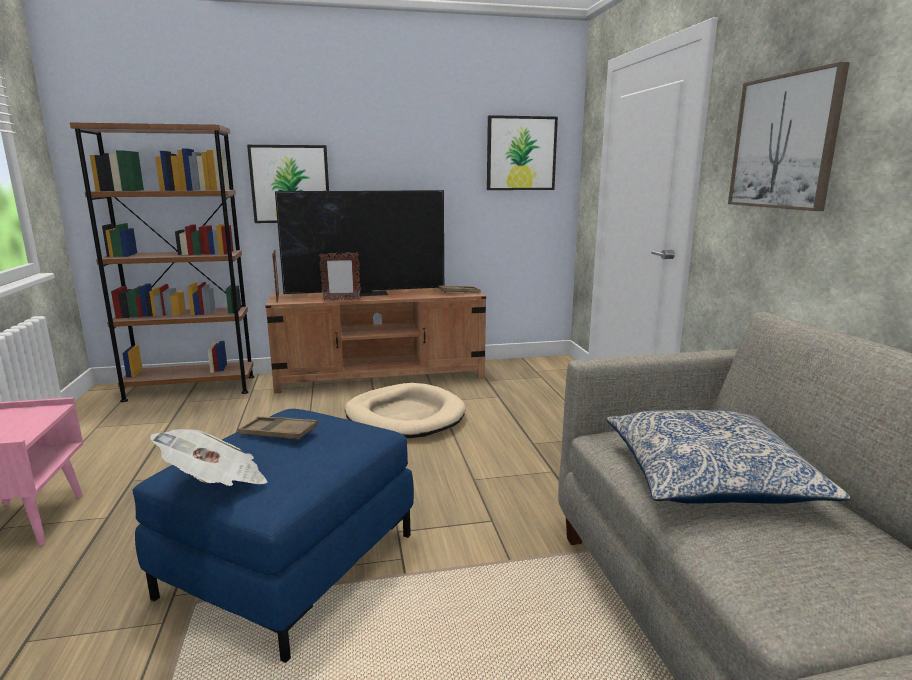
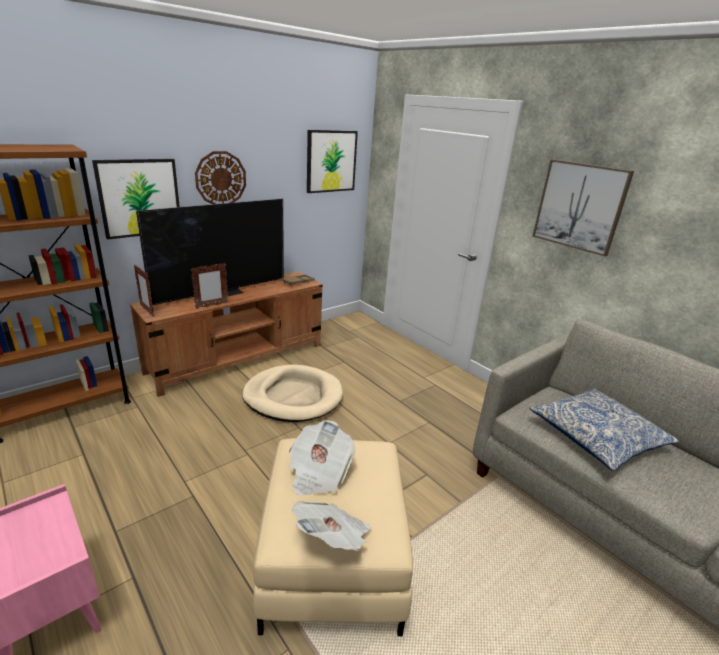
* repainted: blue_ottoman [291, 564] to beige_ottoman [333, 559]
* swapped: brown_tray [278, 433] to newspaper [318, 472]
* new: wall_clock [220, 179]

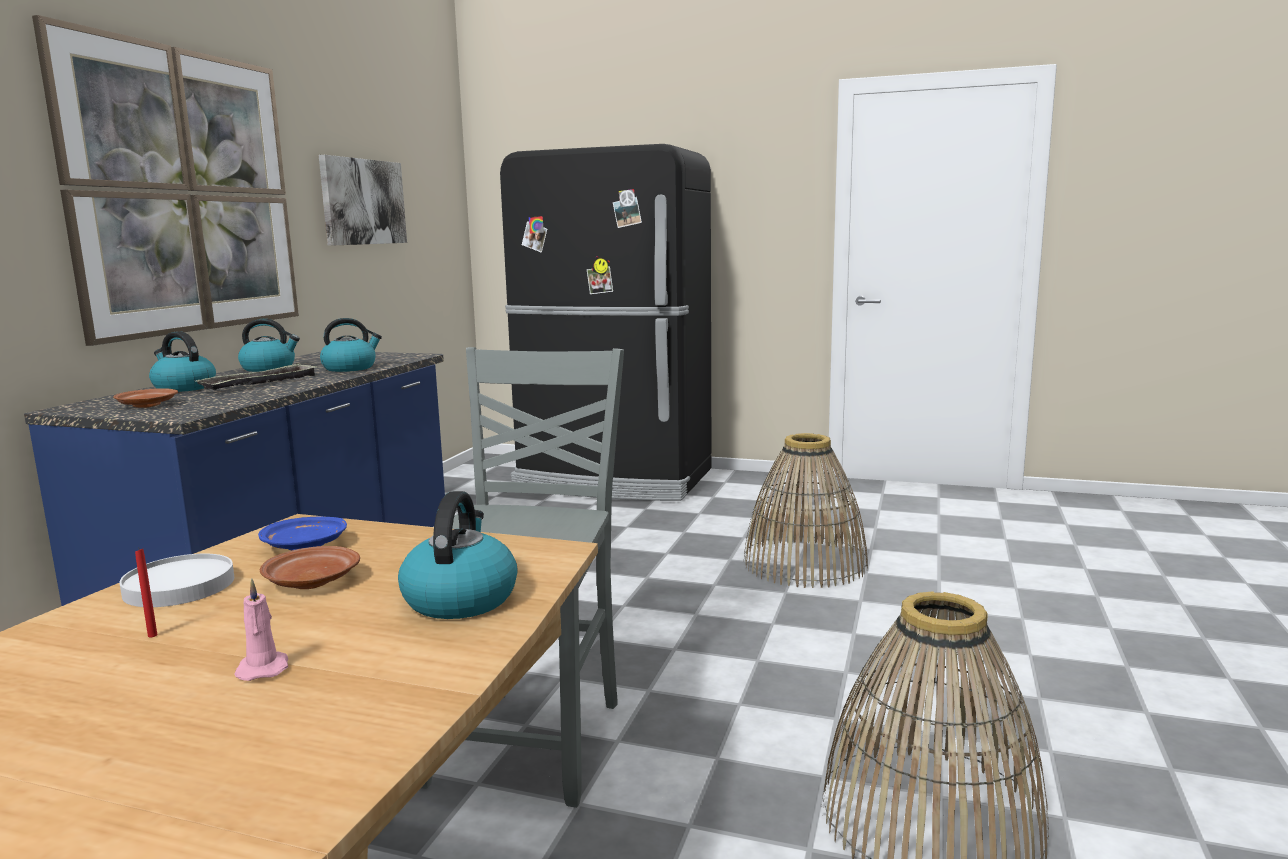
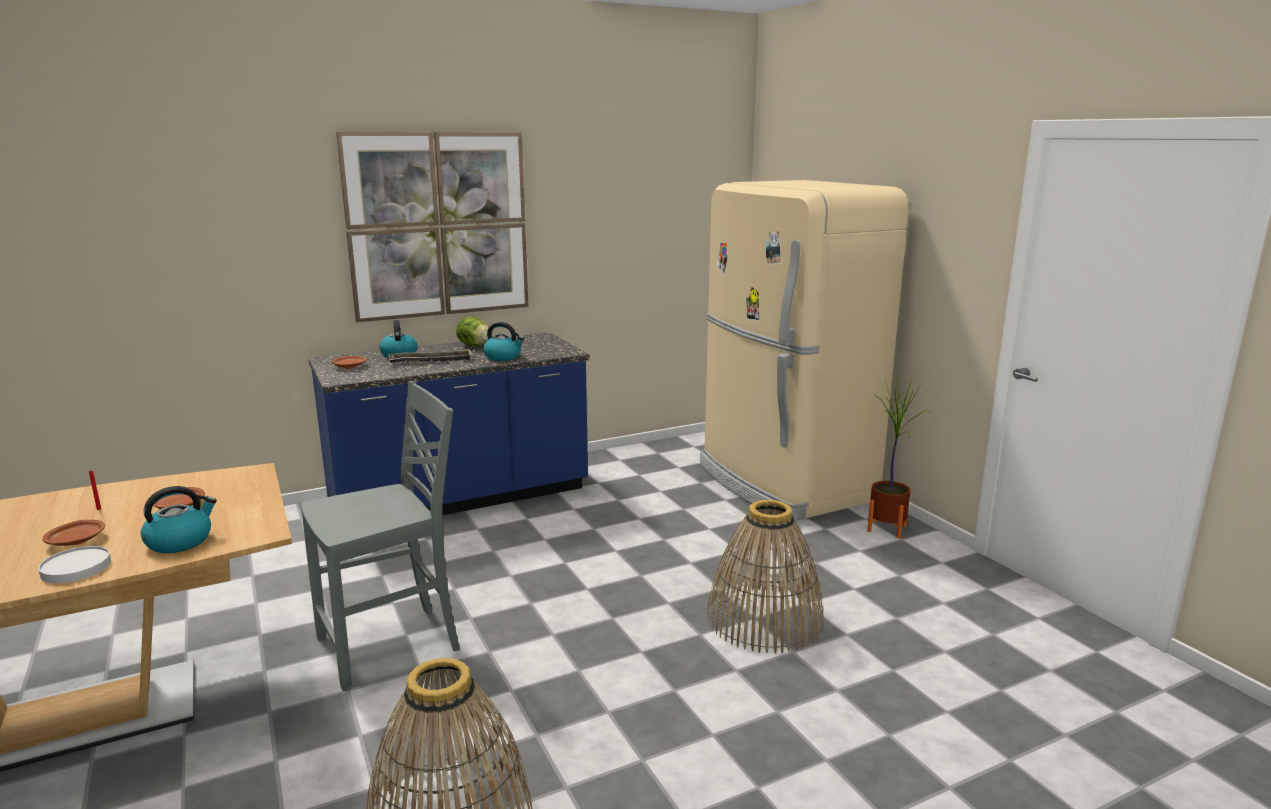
* repainted: black_fridge [614, 480] to beige_fridge [783, 483]
* gone: picture [363, 202]
* swapped: kettle [269, 368] to lettuce [474, 345]
* gone: blue_plate [306, 546]
* shifted: white_plate [179, 586] to [75, 568]
* swapped: pink_candle [263, 668] to brown_plate [77, 541]
* new: potted_plant [887, 529]

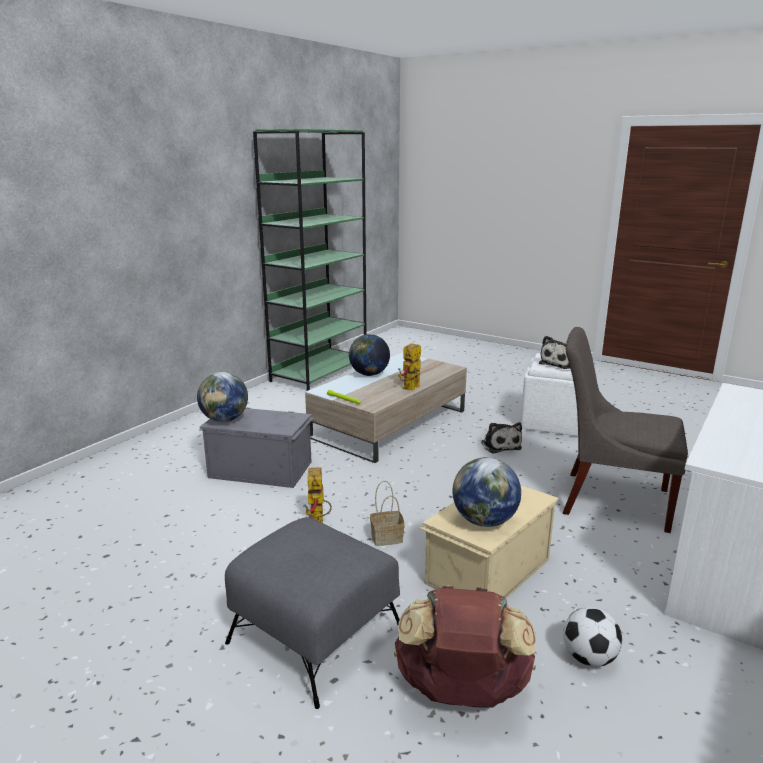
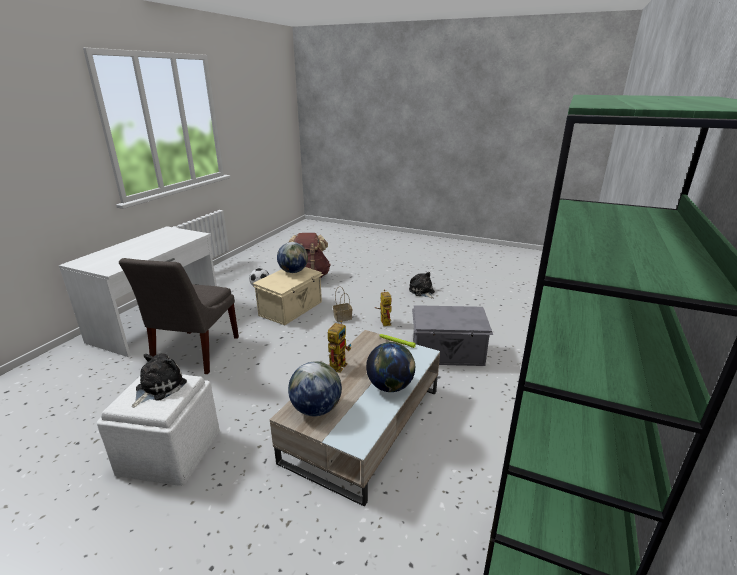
* rotated: grey_chair [609, 499] = [194, 353] 90 degrees clockwise
* shifted: globe [225, 420] to [316, 409]
* shifted: plush_toy [500, 445] to [422, 292]
* gone: grey_ottoman [315, 634]

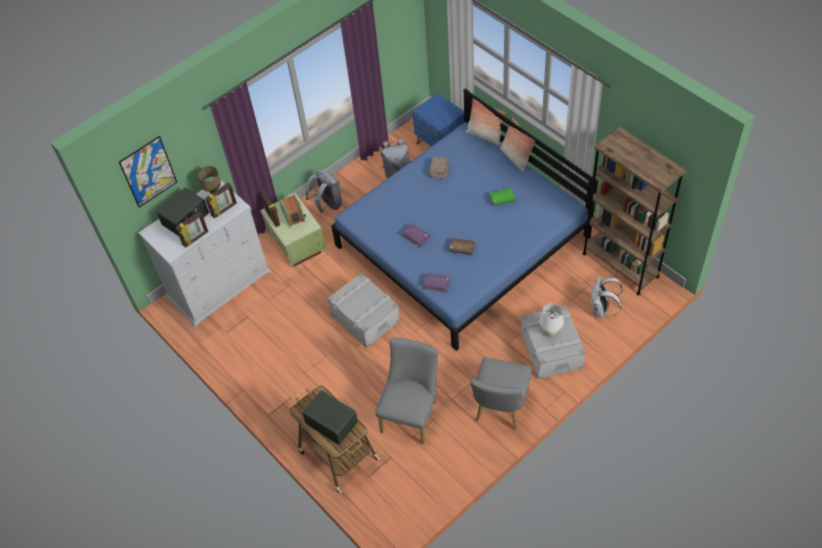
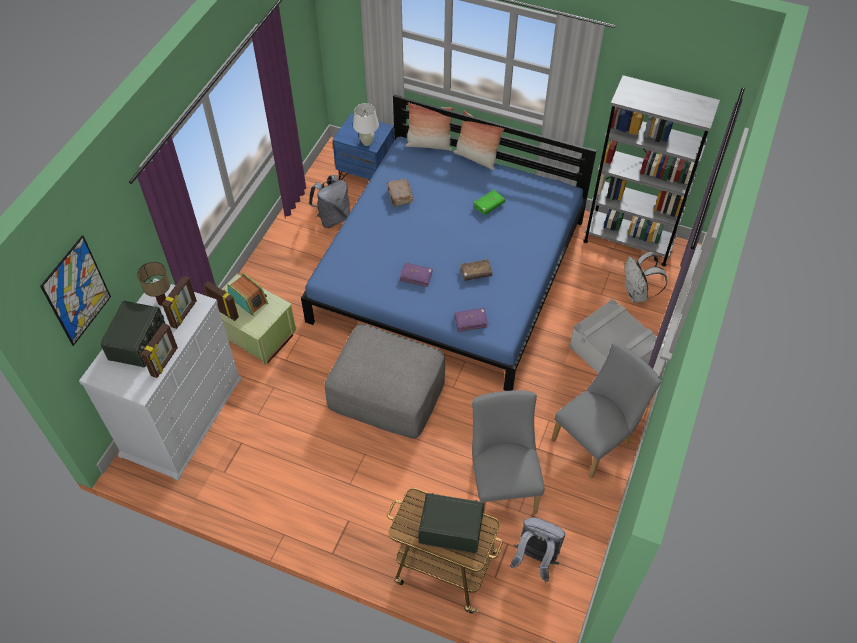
* repainted: brown_bookcase [620, 265] to grey_bookcase [628, 241]
* shifted: grey_backpack [327, 205] to [535, 559]
* swapped: grey_storage_box [365, 318] to grey_ottoman [387, 393]
* shifted: white_table_lamp [550, 333] to [367, 142]
* rotated: grey_chair [500, 409] = [596, 439] 120 degrees counterclockwise

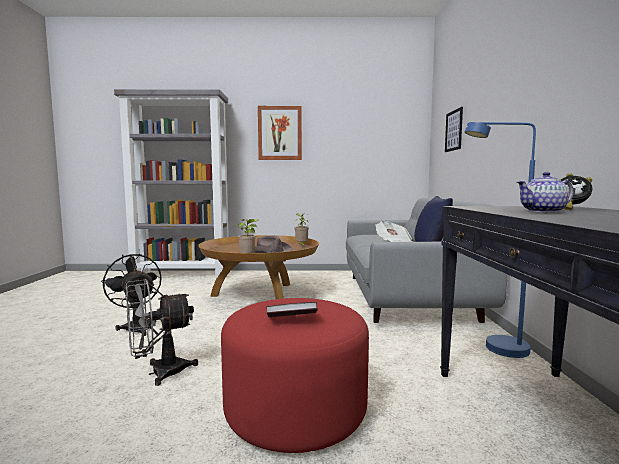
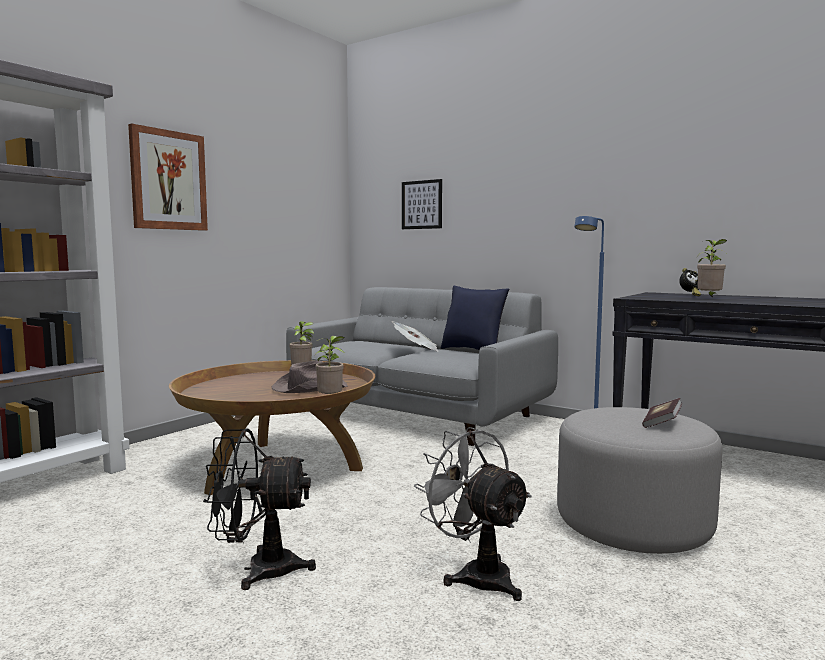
* swapped: teapot [544, 211] to potted_plant [710, 298]
* rotated: grey_fan [159, 373] = [476, 575] 135 degrees clockwise
* repainted: red_ottoman [295, 410] to grey_ottoman [633, 523]

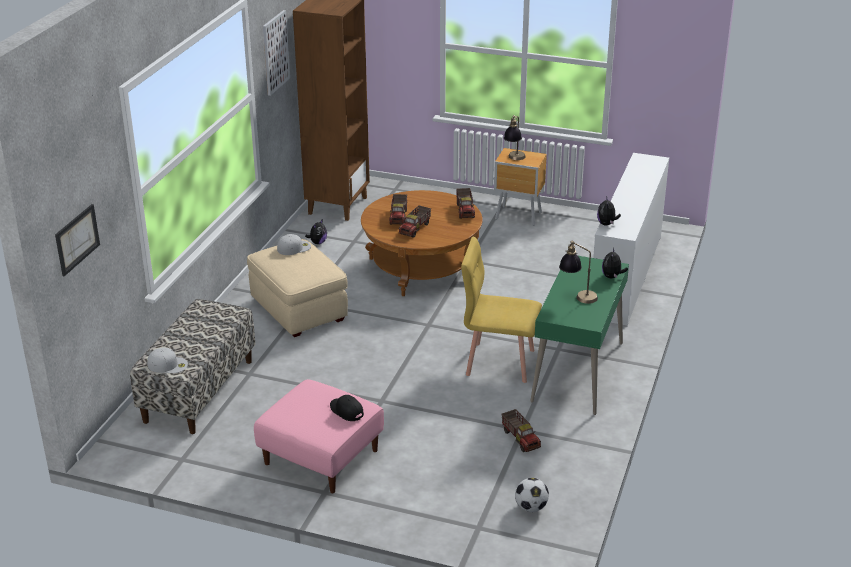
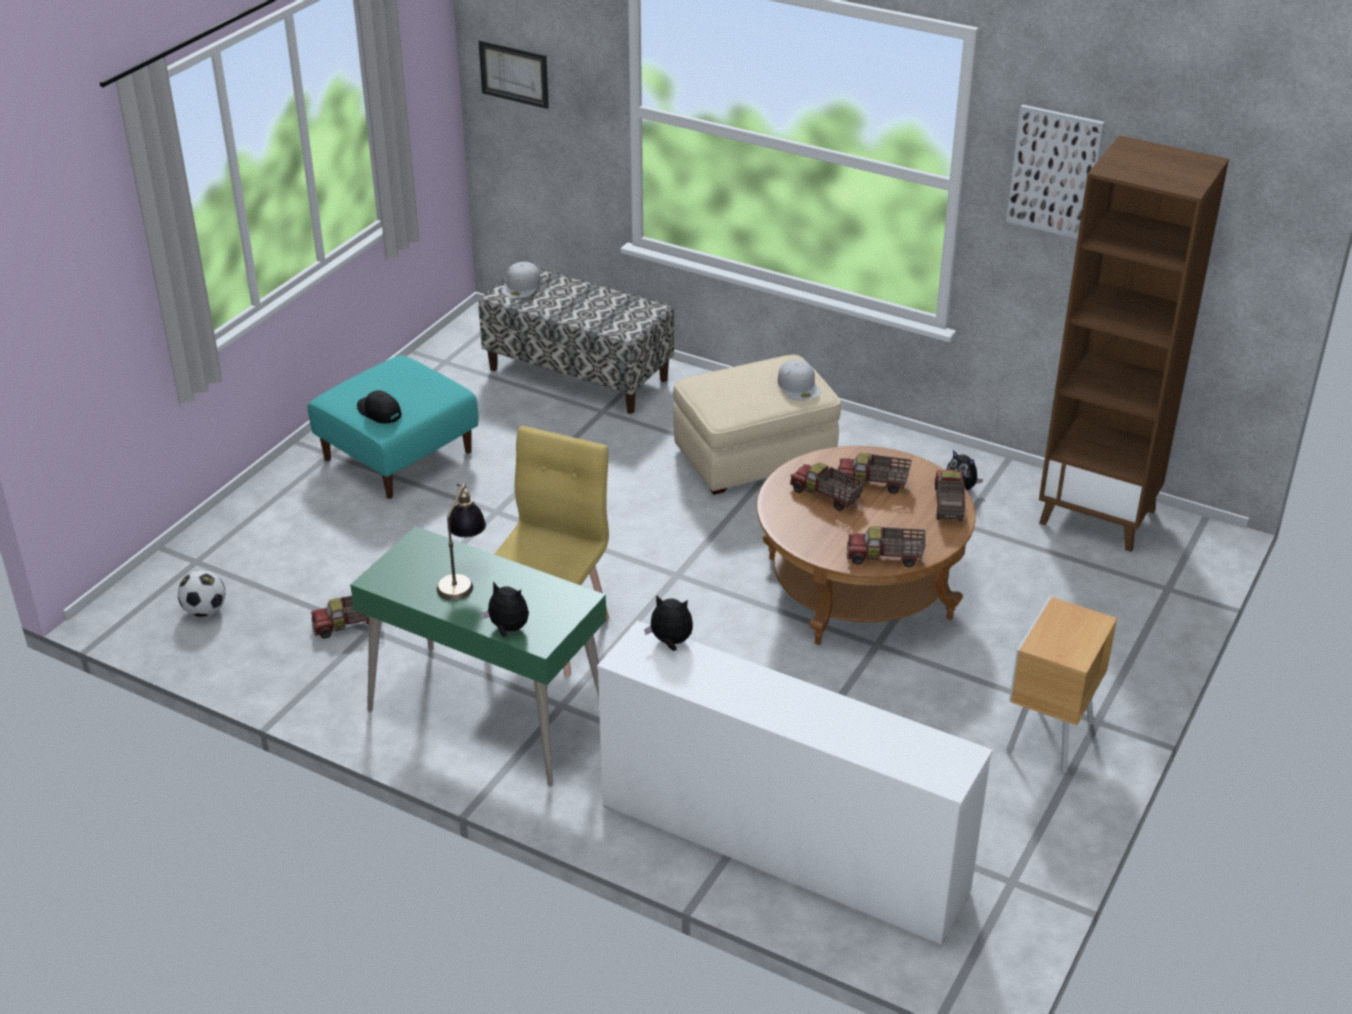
* gone: table_lamp [514, 159]
* repainted: pink_ottoman [322, 457] to turquoise_ottoman [398, 456]
* rotated: black_cap [346, 411] = [379, 412] 105 degrees counterclockwise
* new: toy_truck [948, 505]

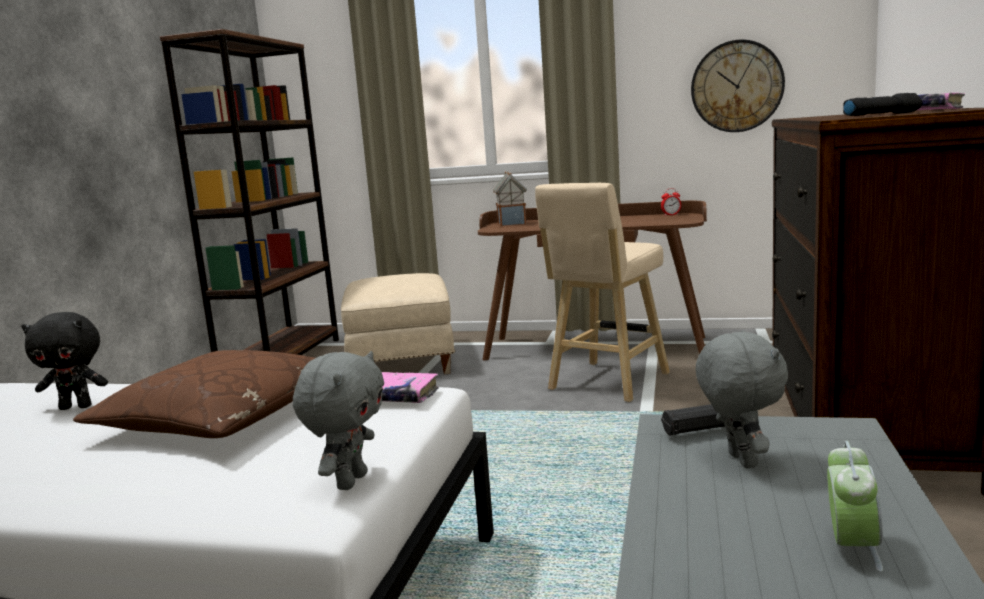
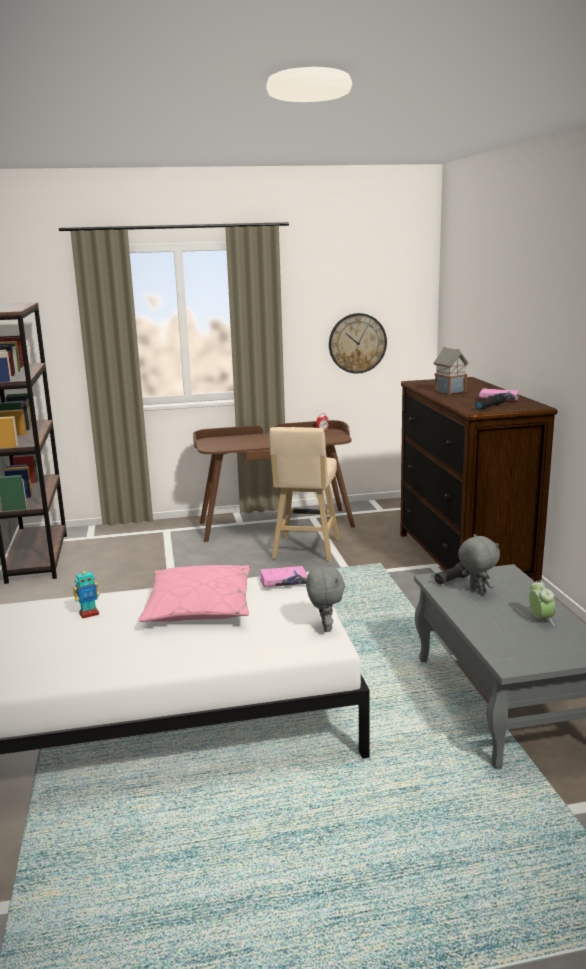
* shifted: toy_house [511, 223] to [449, 391]
* gone: beige_ottoman [400, 361]
* swapped: black_plush_toy [77, 407] to toy_robot [89, 614]
* repainted: brown_pillow [223, 417] to pink_pillow [199, 606]

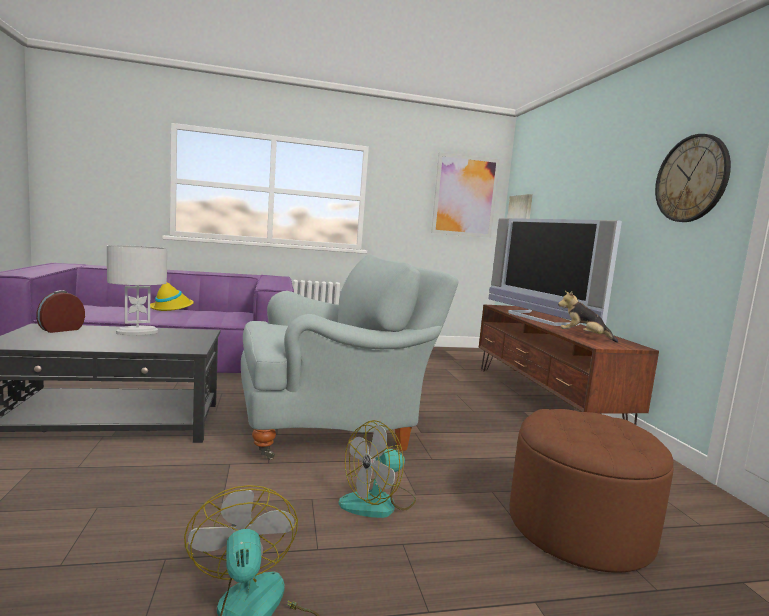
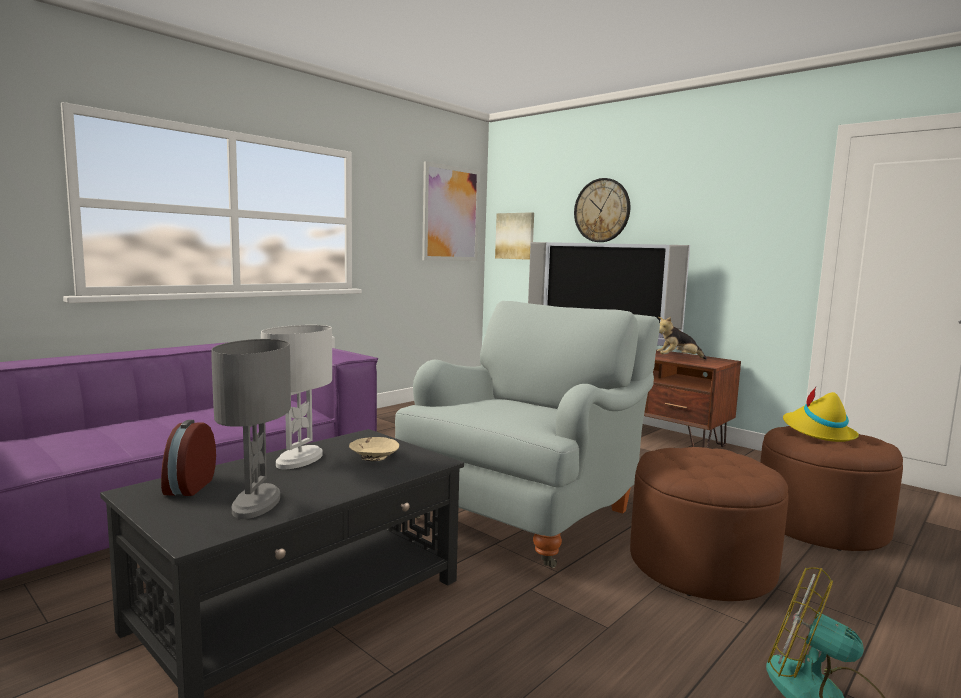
* shifted: wall_clock [691, 179] to [602, 210]
* shifted: yellow_hat [171, 308] to [817, 432]
* swapped: fan [378, 502] to brown_ottoman [701, 565]
* new: grey_table_lamp [257, 504]
* new: beige_bowl [373, 456]

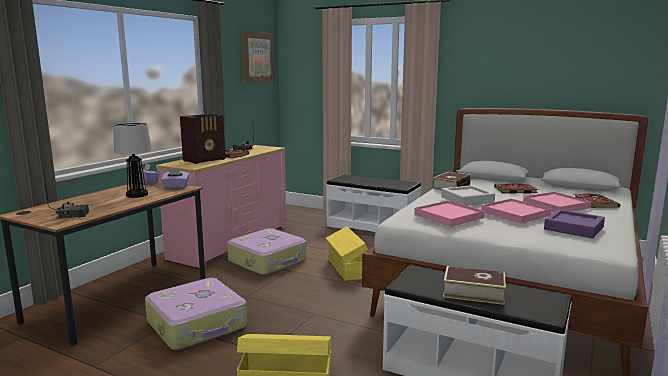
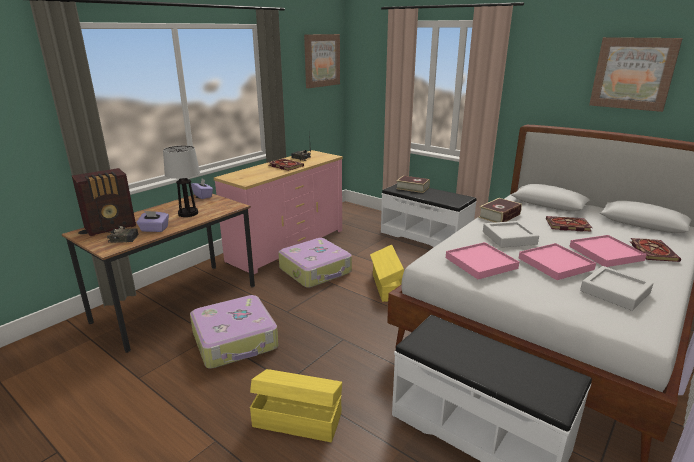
* shifted: radio [205, 160] to [111, 227]
* shifted: purple_tissue_box [176, 187] to [154, 229]
* repainted: purple_tray [573, 228] to grey_tray [615, 292]
* shifted: book [473, 292] to [412, 188]
* new: picture [633, 73]

